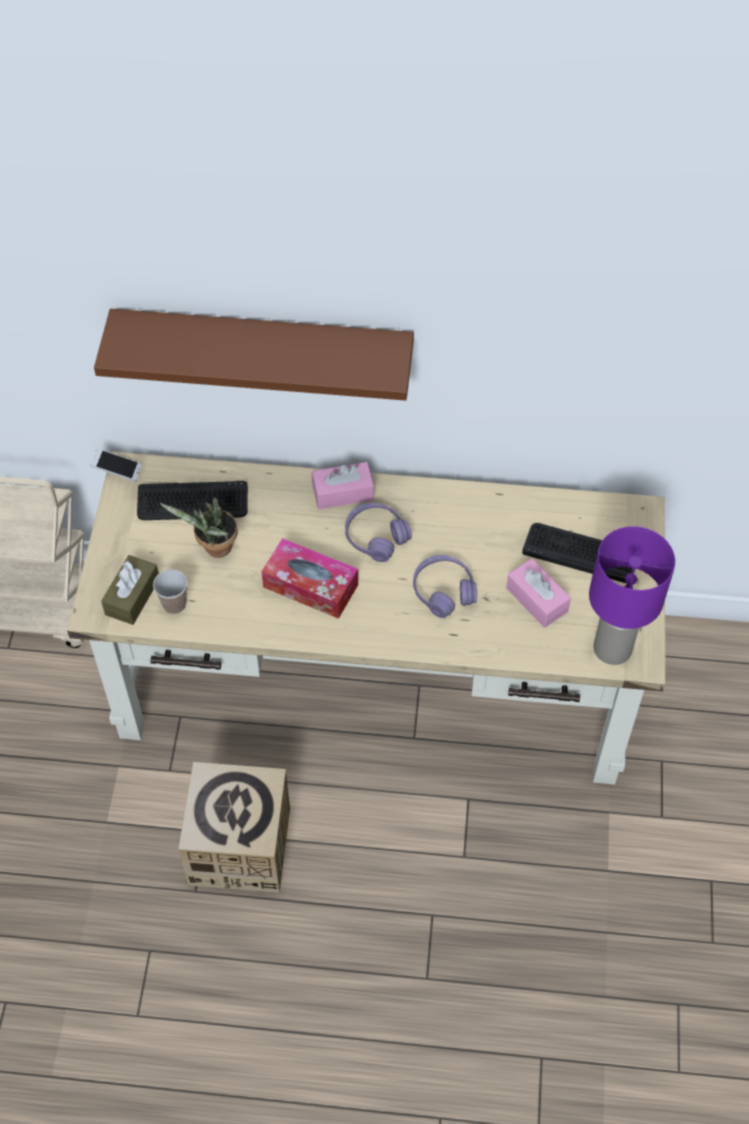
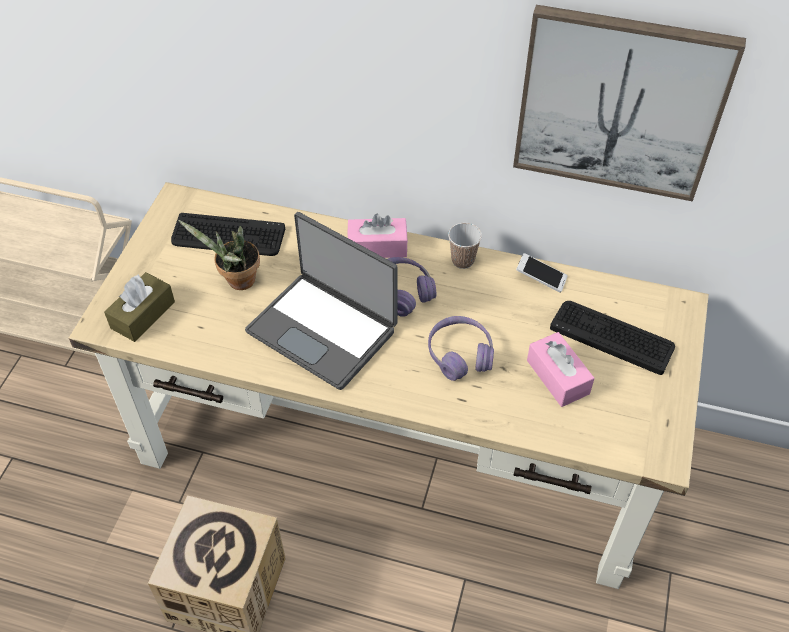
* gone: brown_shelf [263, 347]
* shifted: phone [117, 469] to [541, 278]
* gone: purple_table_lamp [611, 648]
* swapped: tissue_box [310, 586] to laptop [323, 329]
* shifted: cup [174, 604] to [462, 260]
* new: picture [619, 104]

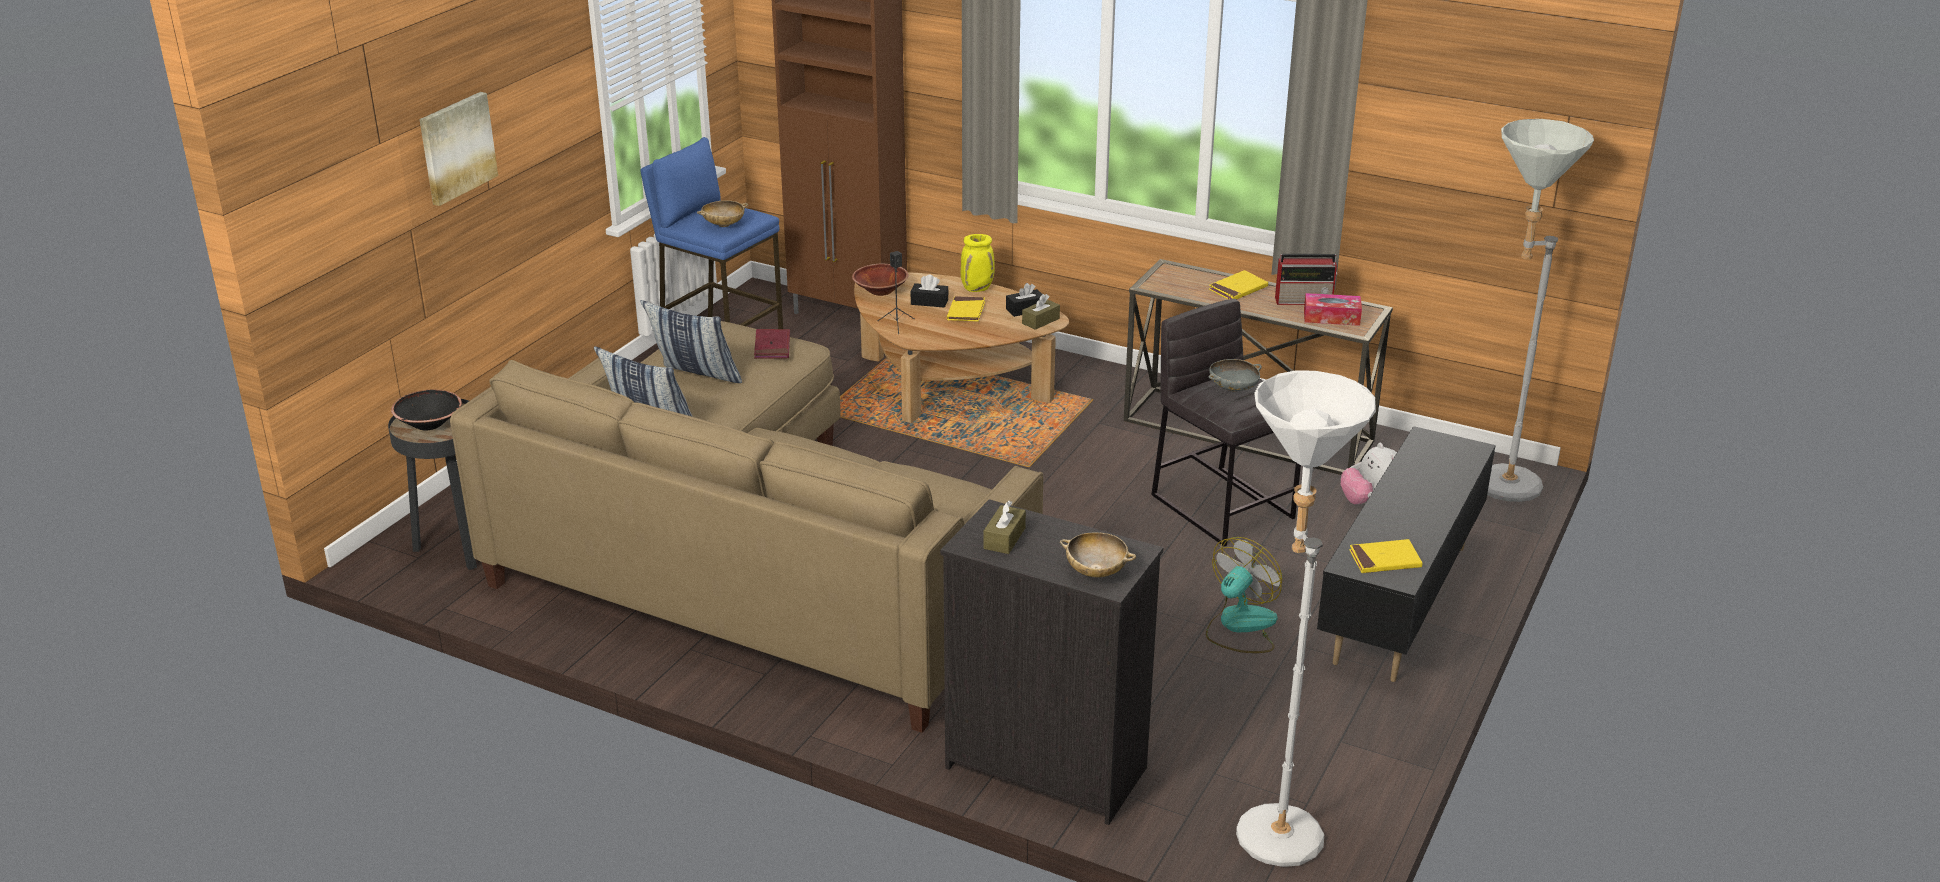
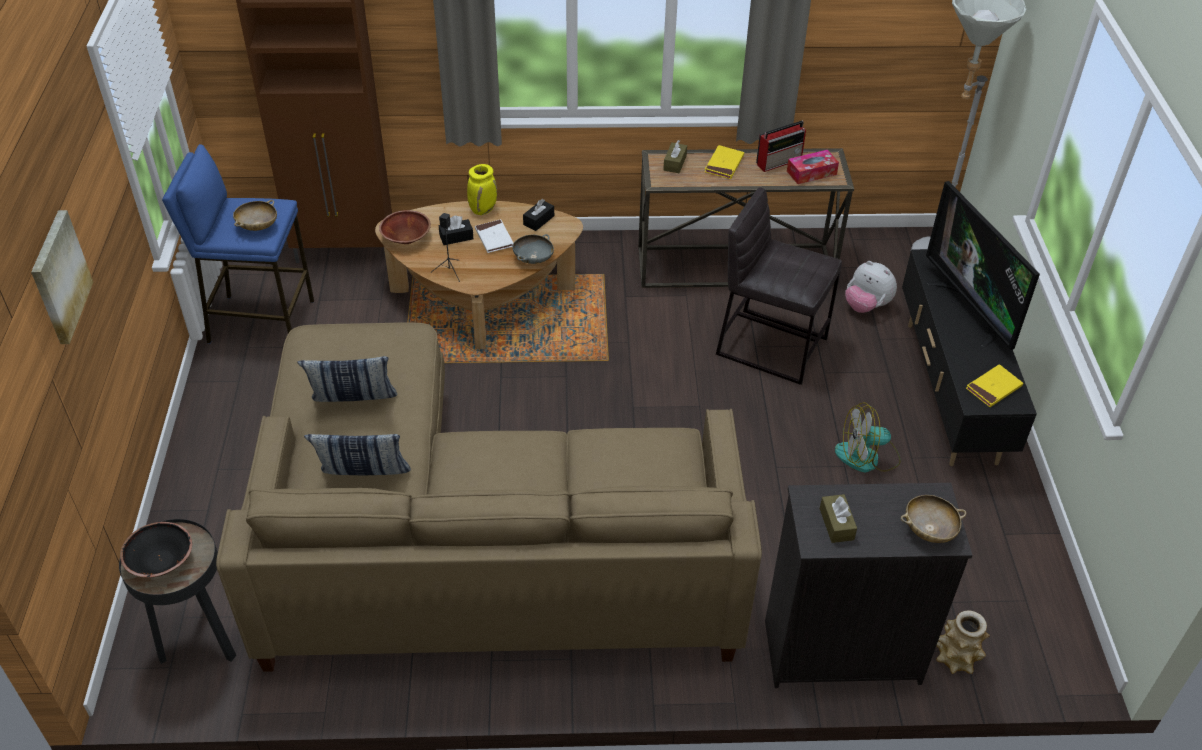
* shifted: brown_tissue_box [1040, 321] to [675, 163]
* repainted: yellow_book [966, 312] to white_book [494, 238]
* gone: red_book [772, 347]
* shifted: grey_bowl [1233, 388] to [533, 259]
* gone: white_floor_lamp [1272, 824]
* rotated: fan [1240, 626] = [867, 457] 105 degrees counterclockwise
* new: television [970, 310]
* new: vase [956, 657]

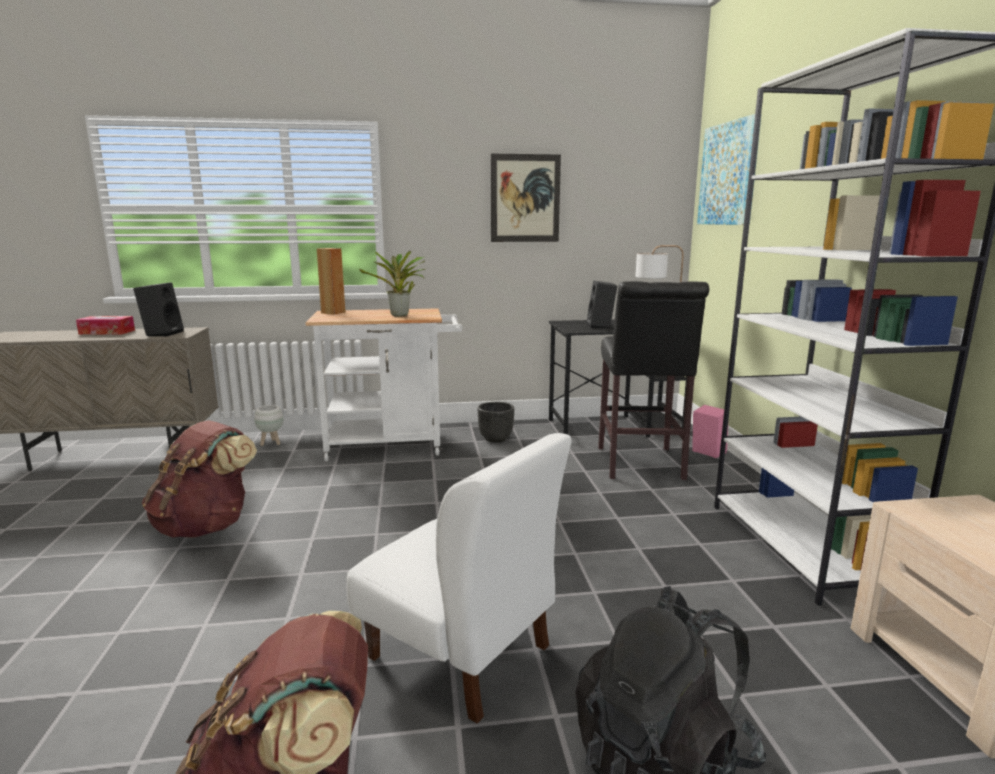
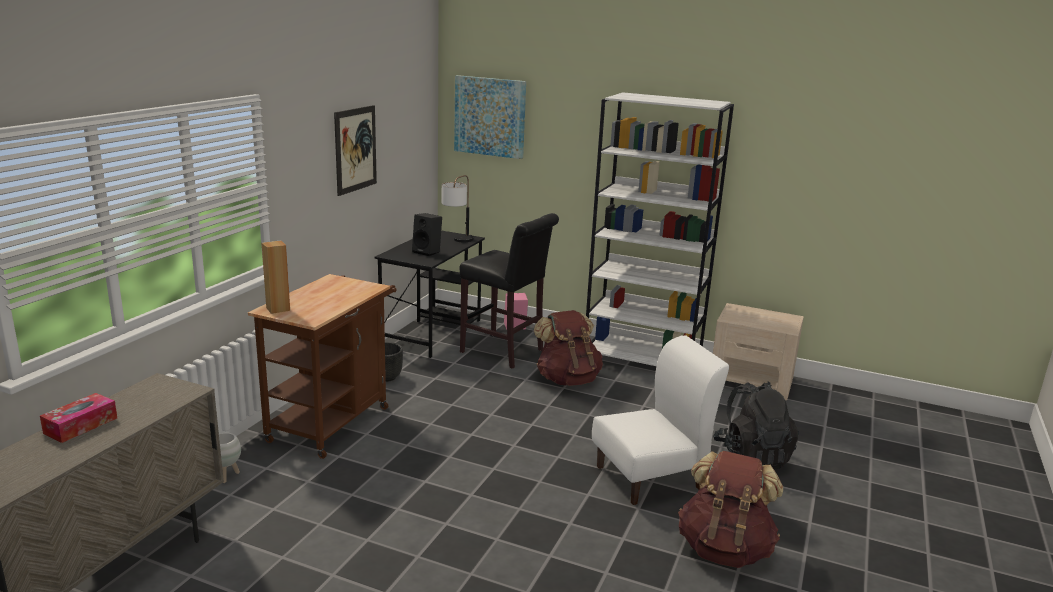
* gone: potted_plant [400, 316]
* gone: black_speaker [162, 333]
* repainted: white_cart [392, 445] to brown_cart [333, 420]
* shifted: brown_backpack [206, 526] to [567, 379]

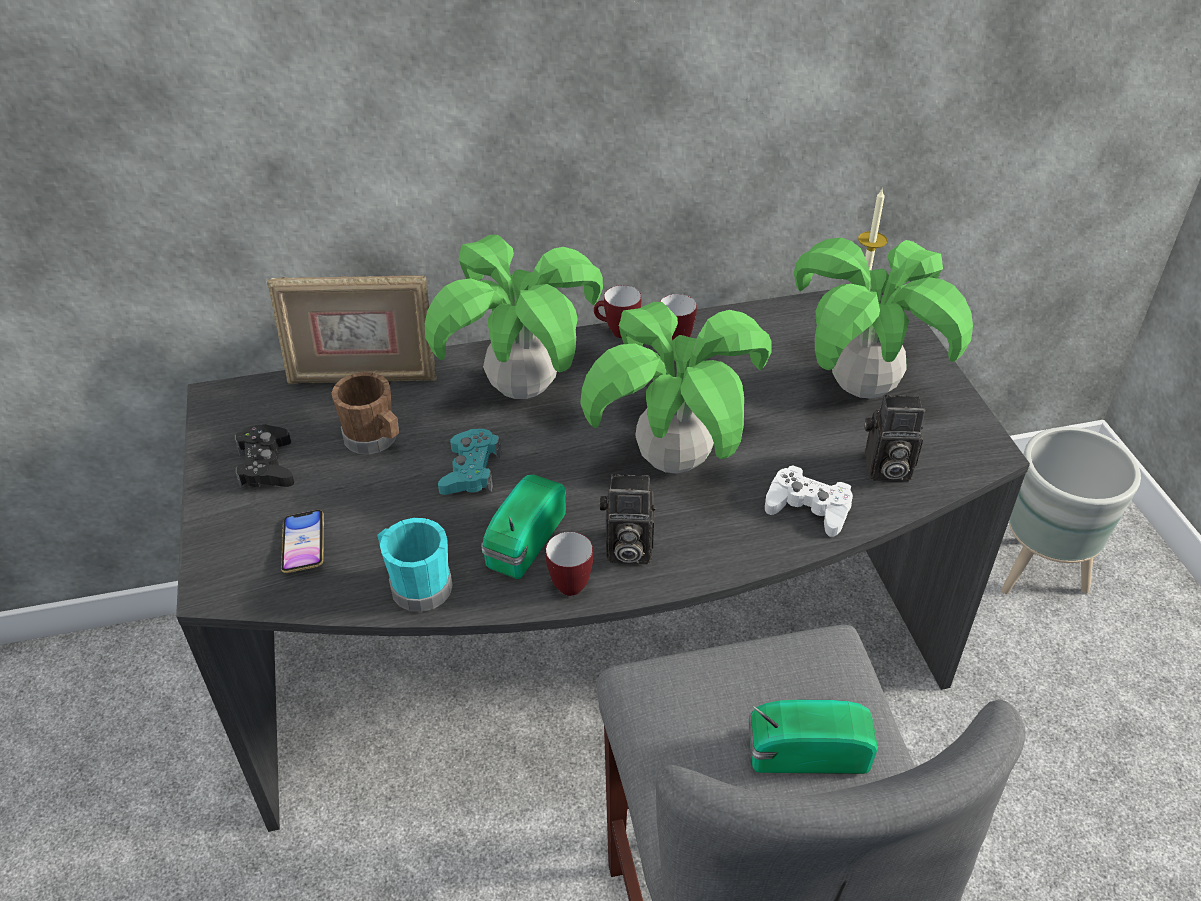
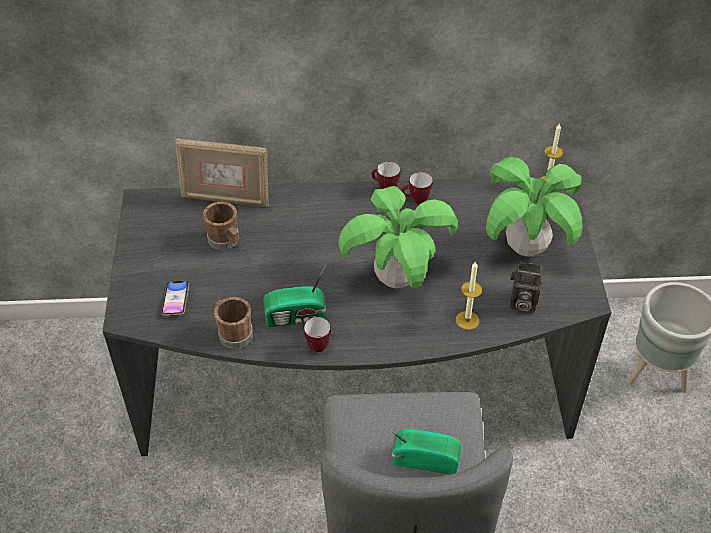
* gone: potted_plant [523, 388]
* gone: black_game_controller [266, 466]
* gone: turquoise_game_controller [471, 471]
* swapped: white_game_controller [808, 507] to candle [467, 320]
* rotated: radio [522, 542] = [297, 317] 135 degrees counterclockwise
* gone: photo_camera [626, 550]
* repainted: turquoise_mug [416, 585] to brown_mug [233, 333]

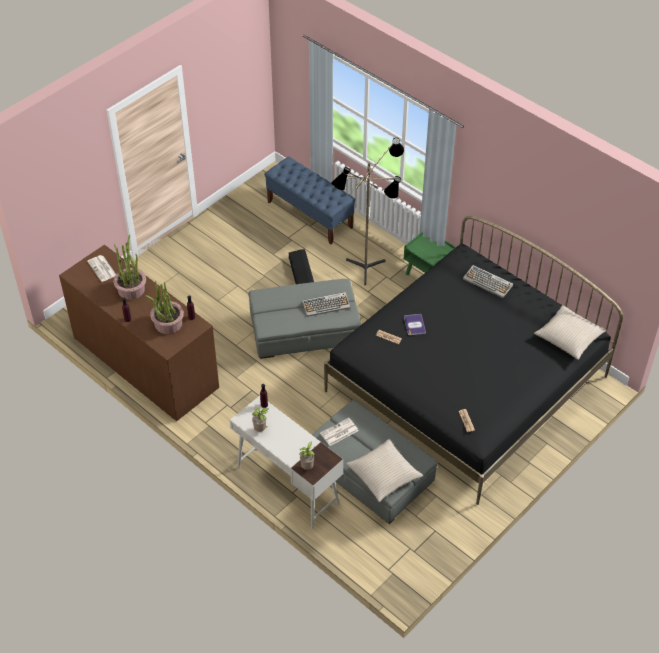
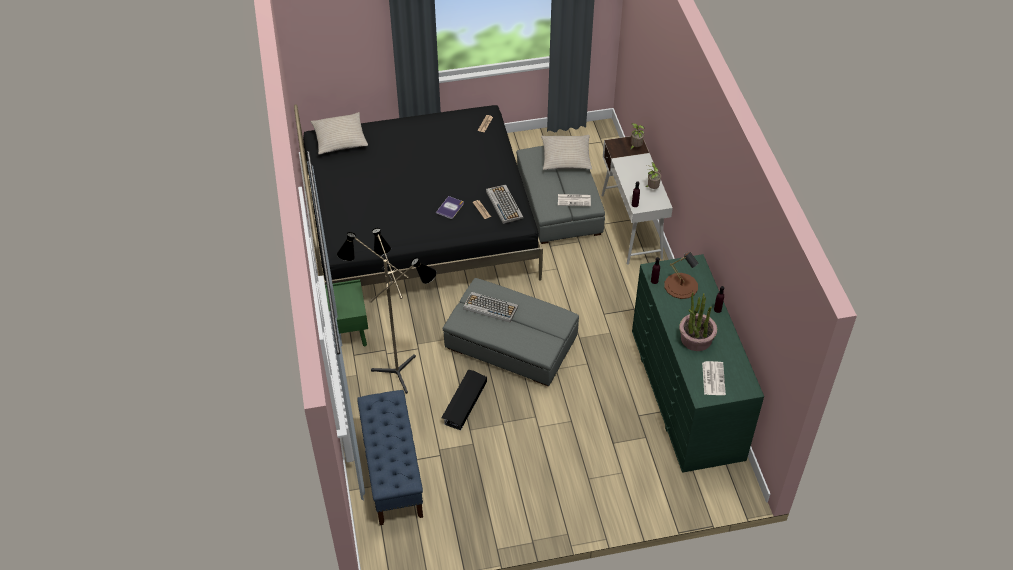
* repainted: brown_dresser [145, 362] to green_dresser [686, 393]
* shifted: keyboard [488, 282] to [504, 204]
* swapped: potted_plant [168, 323] to brown_table_lamp [681, 286]

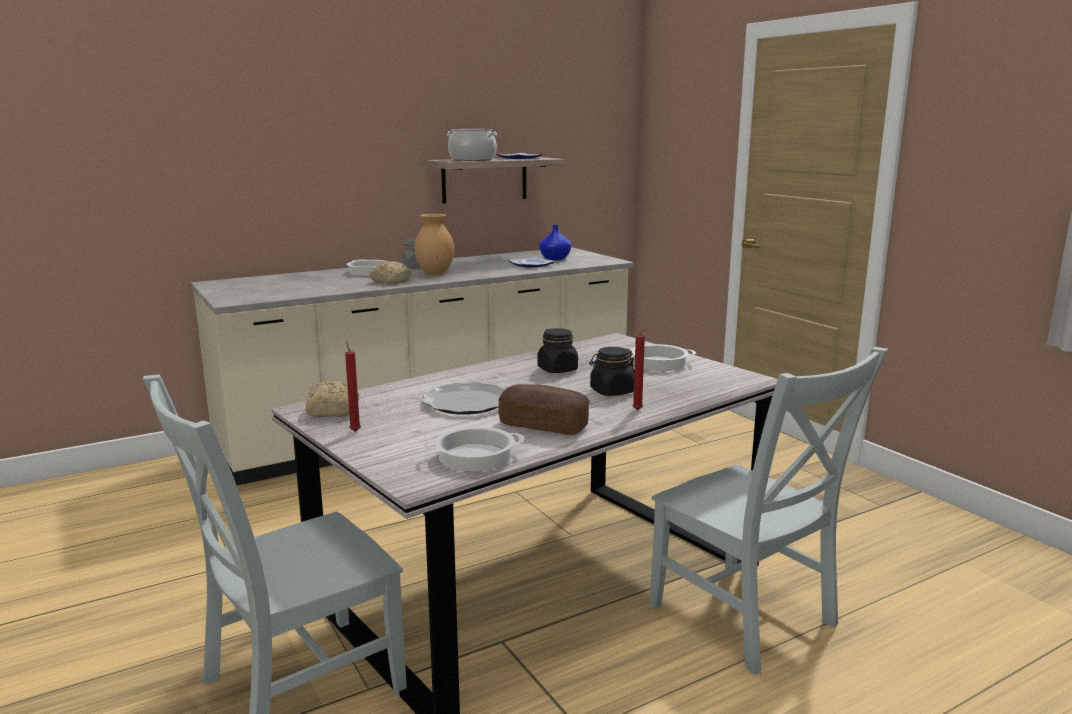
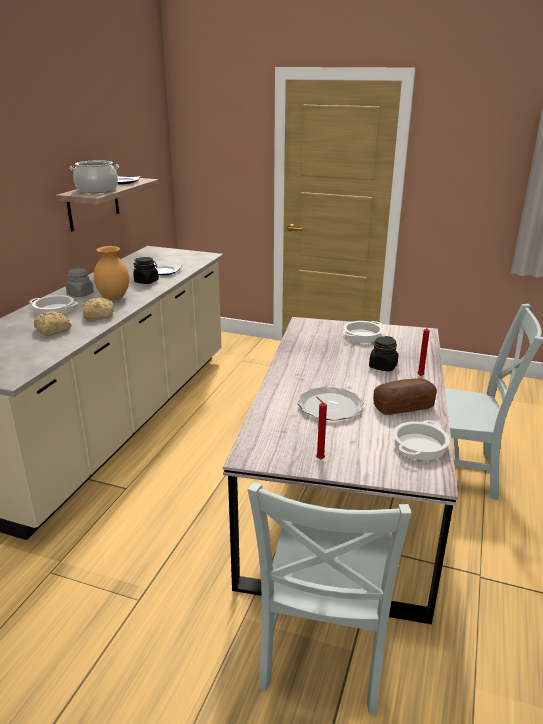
* gone: blue_vase [554, 258]
* shifted: black_jar [557, 369] to [146, 281]
* shifted: bread [332, 411] to [52, 330]

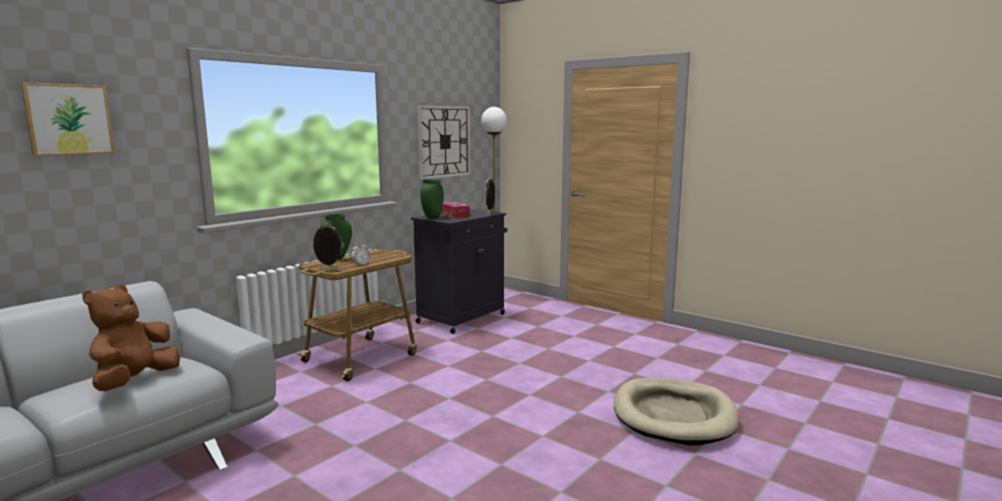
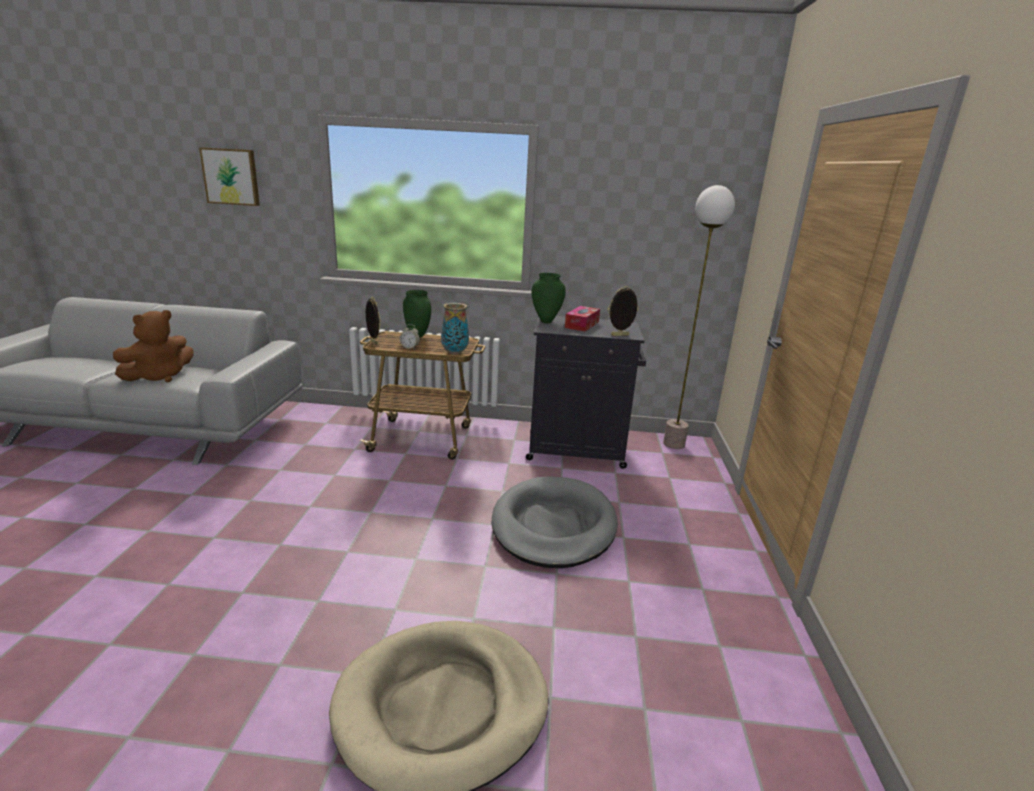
* gone: wall_clock [444, 141]
* rotated: brown_plush_toy [134, 381] = [159, 377] 150 degrees clockwise
* new: vase [454, 353]
* new: grey_dog_bed [553, 526]

